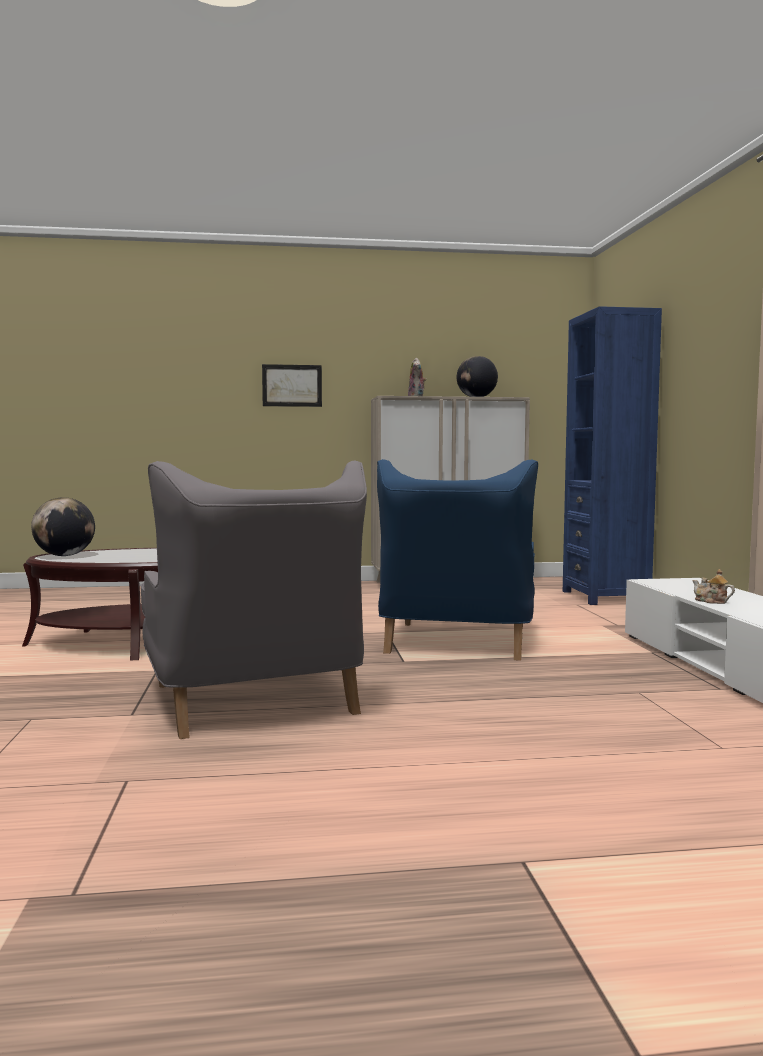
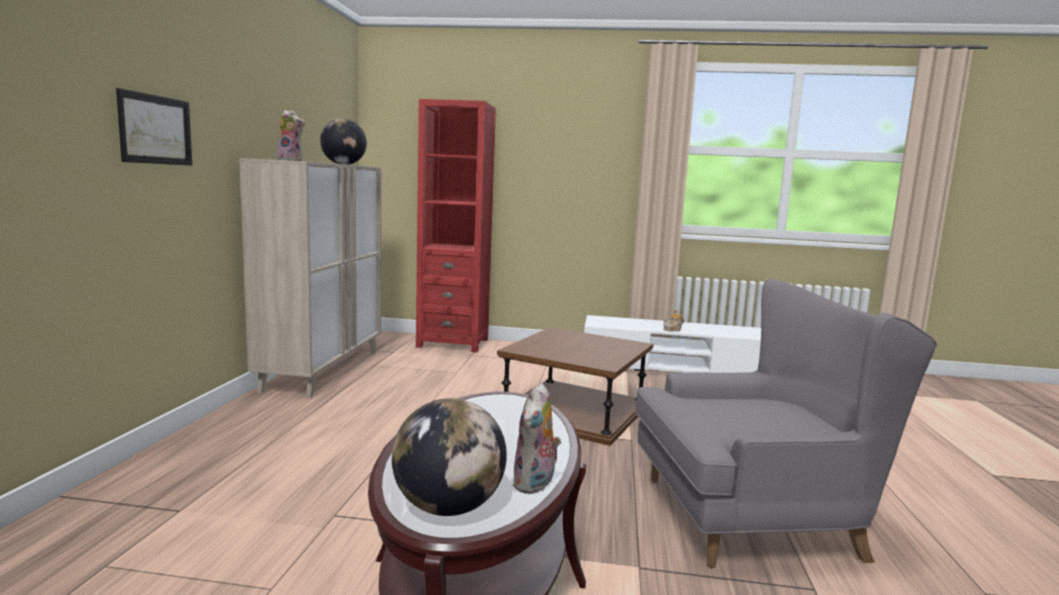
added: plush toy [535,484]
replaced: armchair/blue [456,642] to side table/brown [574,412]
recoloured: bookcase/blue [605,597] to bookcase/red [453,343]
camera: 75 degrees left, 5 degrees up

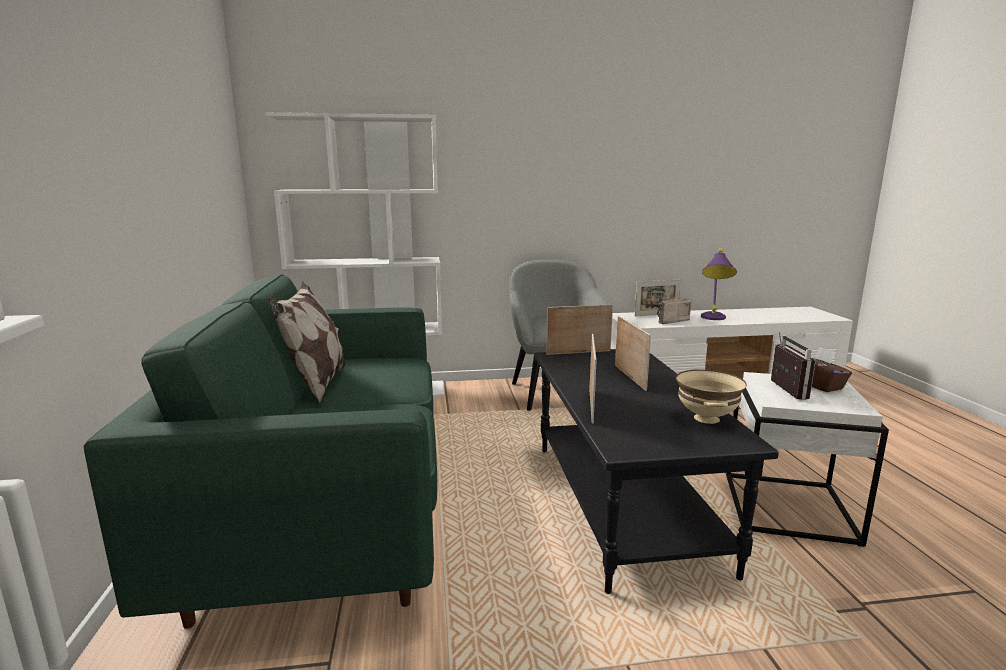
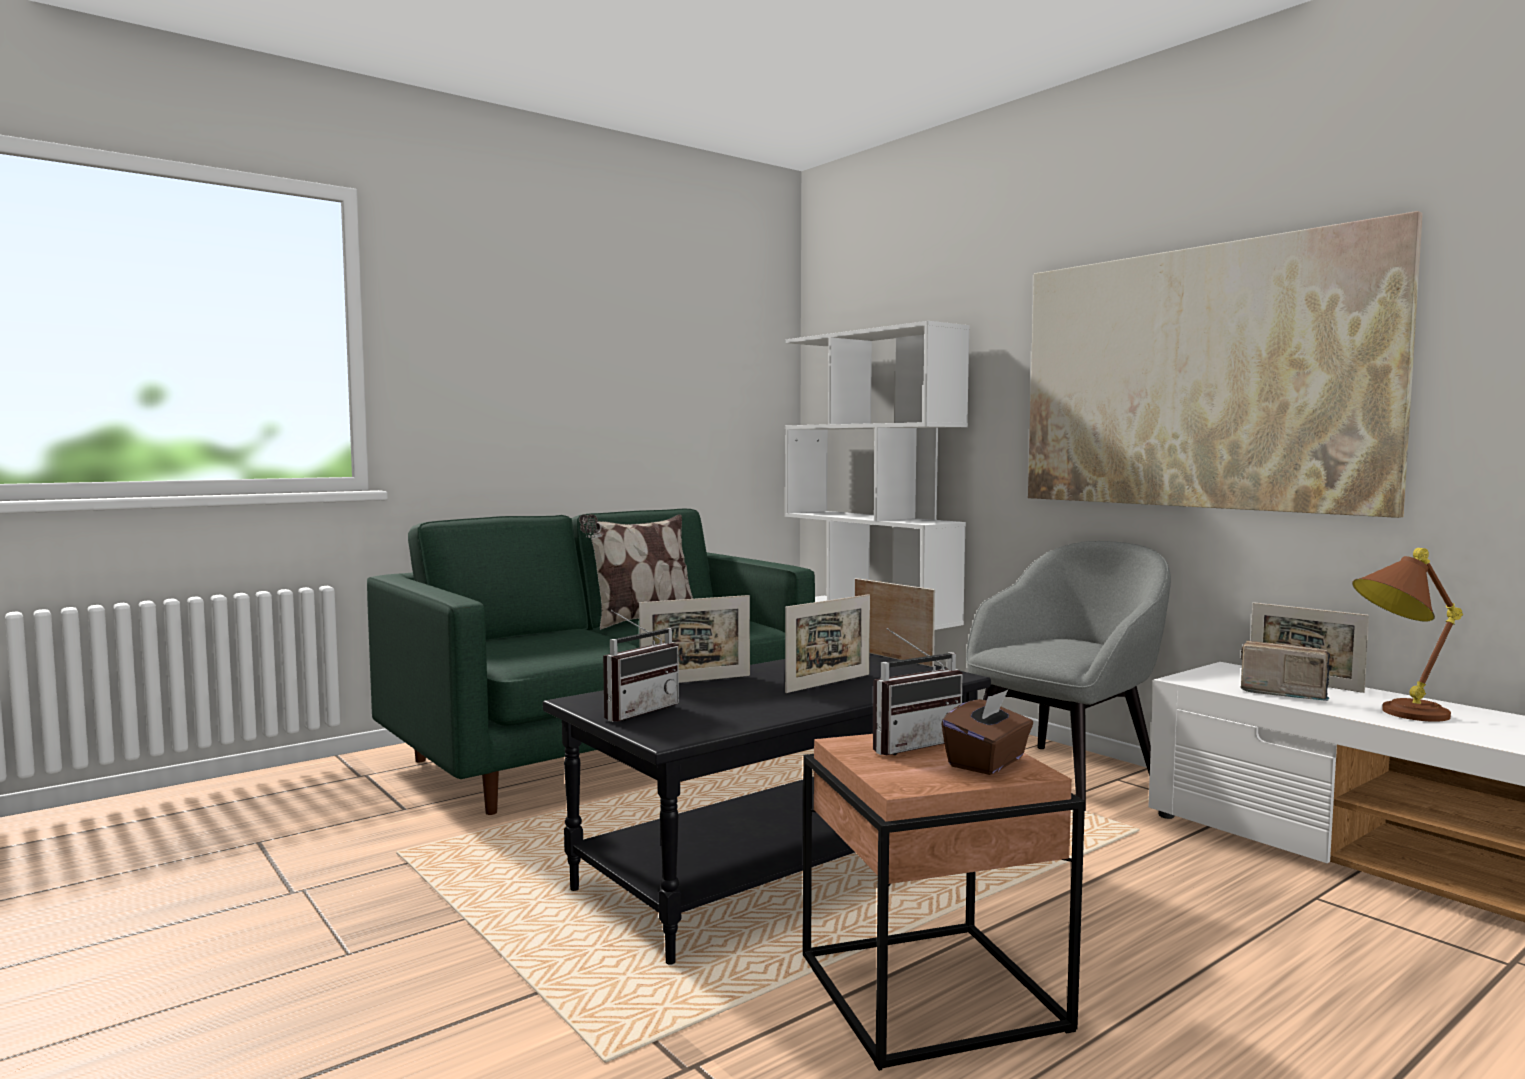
removed: bowl/beige [705,418]
added: radio [636,711]; picture [1195,378]
recoloured: table lamp/purple [713,319] to table lamp/brown [1397,715]; side table/white [786,507] to side table/brown [931,990]
camera: 60 degrees right, 10 degrees down

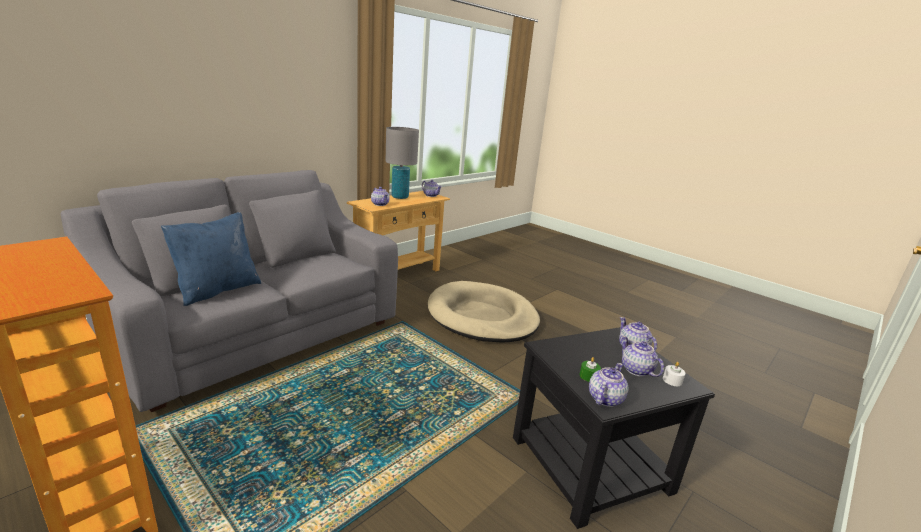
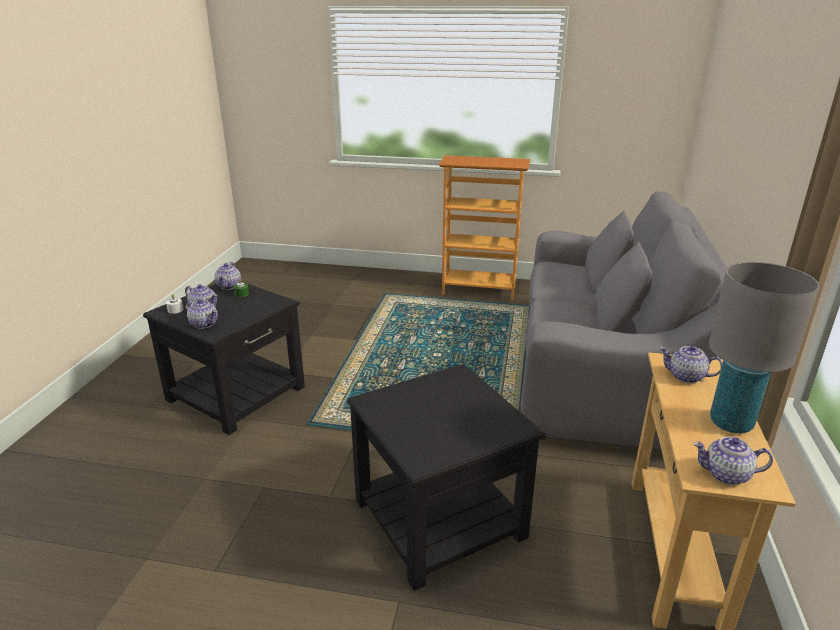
removed: pillow/blue [217,290]
replaced: dog bed/beige [482,316] to side table/black [439,518]
camera: 150 degrees right, 5 degrees up

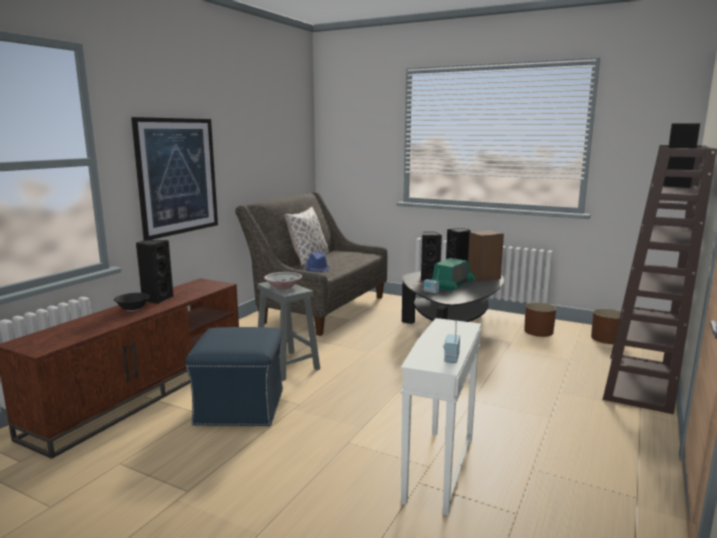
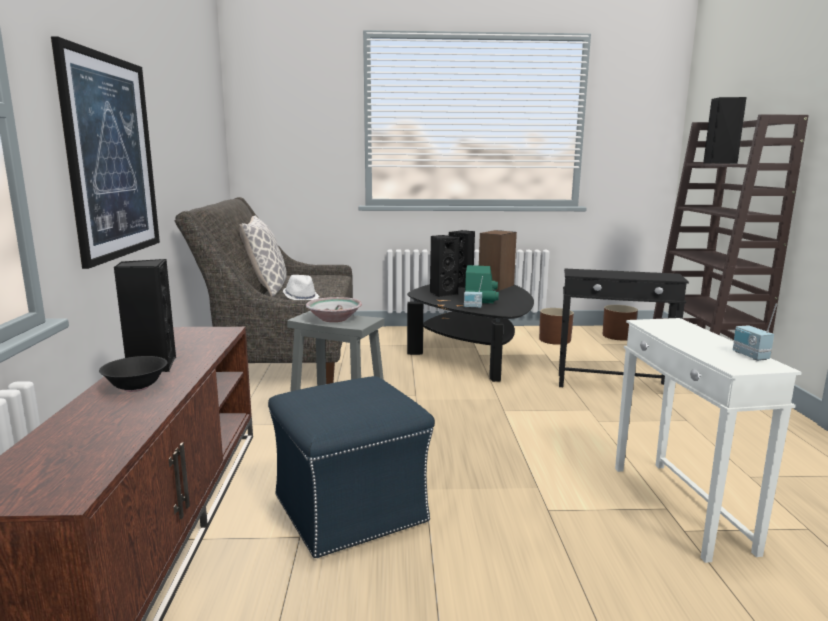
added: side table/black [613,385]
recoloured: hat/blue [317,269] to hat/white [301,298]
camera: 30 degrees left, 0 degrees up

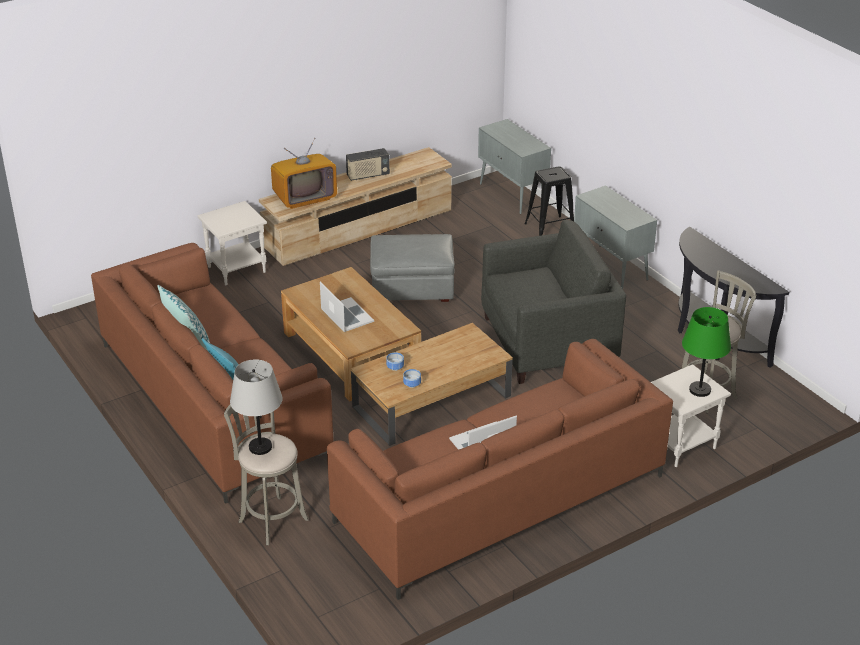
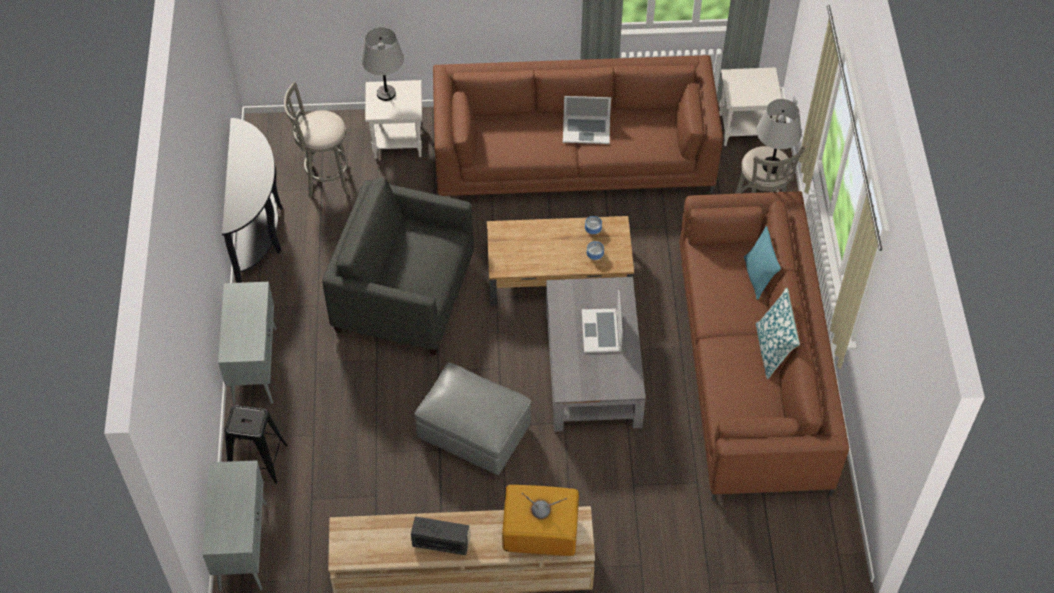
moved: side table/white [236,270] to [745,128]
recoloured: coffee table/brown [351,352] to coffee table/grey [592,368]; table lamp/green [700,390] to table lamp/grey [386,93]
camera: 150 degrees left, 20 degrees up

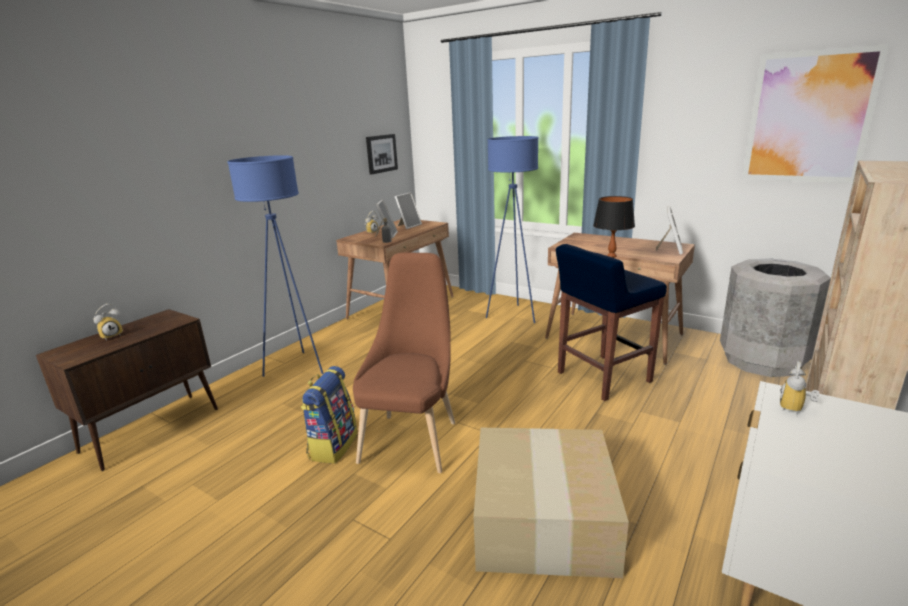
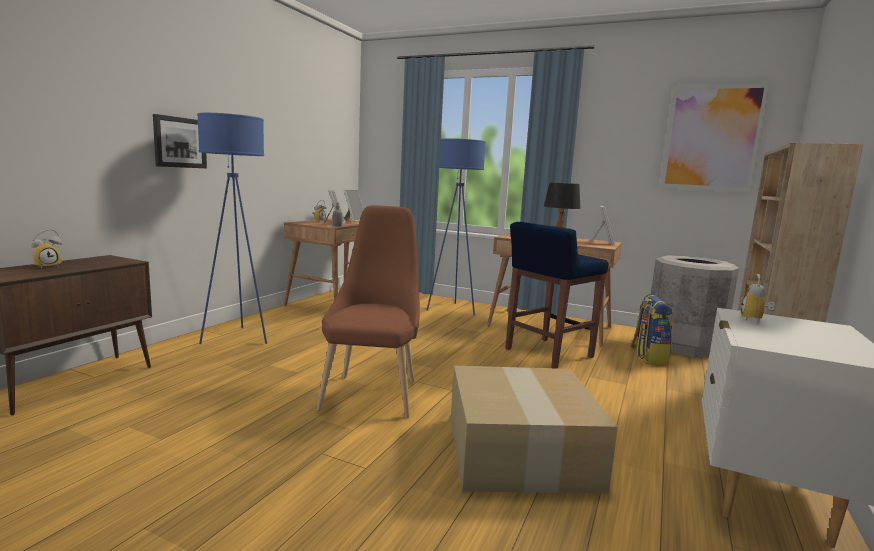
moved: backpack [332,445] to [648,357]; picture [381,153] to [179,142]
camera: 10 degrees left, 10 degrees down

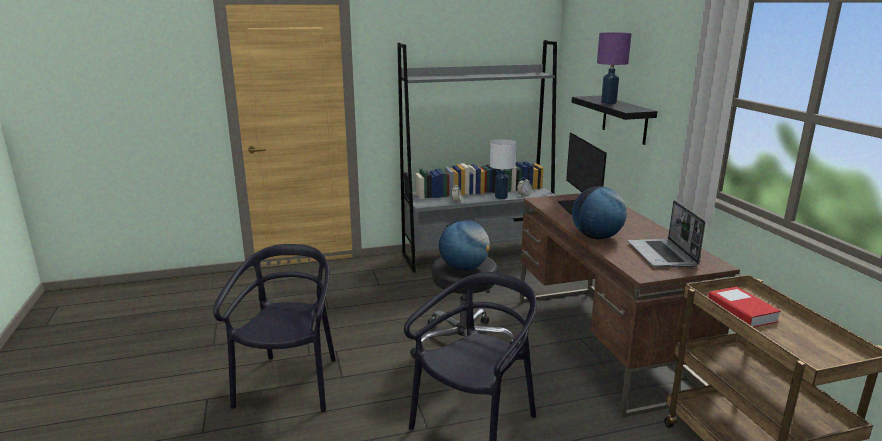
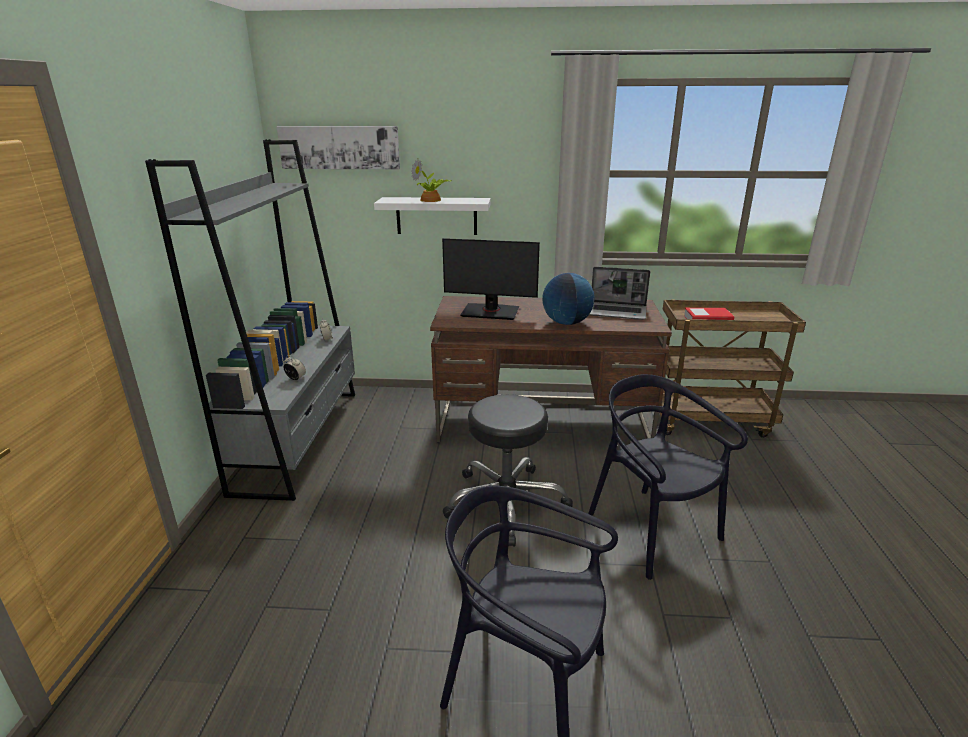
removed: globe [463,268]; table lamp/white [500,197]
added: picture [339,147]
replaced: table lamp/purple [608,103] to potted plant [431,200]
recoloured: shelf/black [624,119] to shelf/white [436,216]
camera: 70 degrees left, 5 degrees up

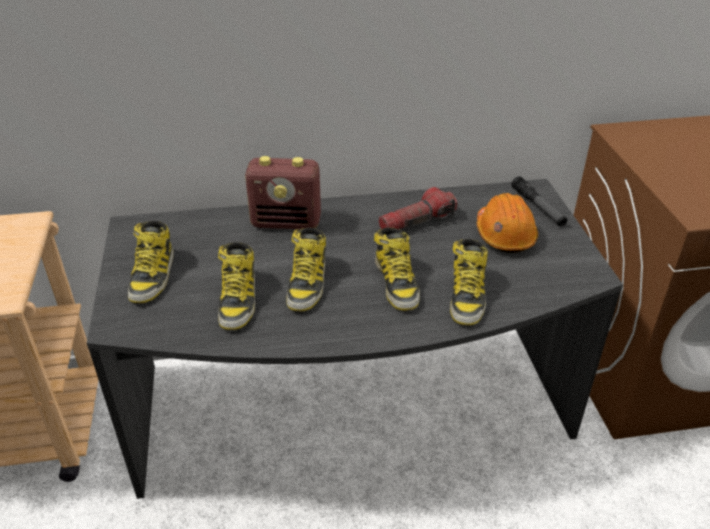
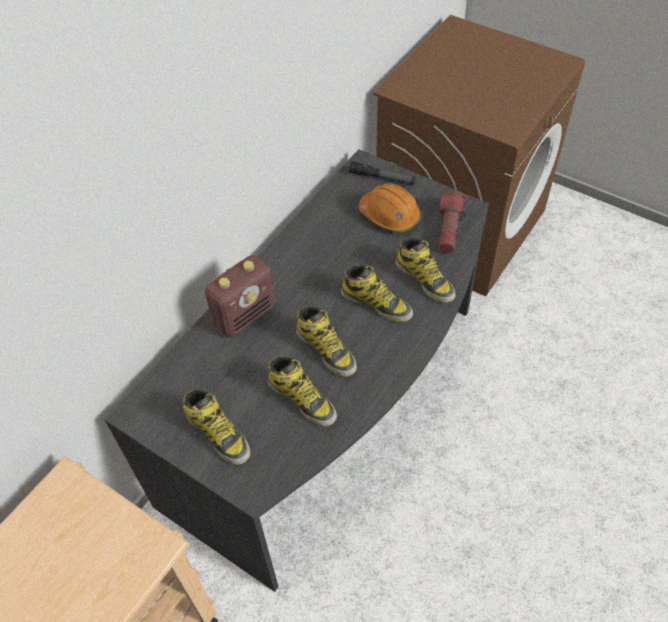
moved: flashlight [417,222] to [449,228]
camera: 45 degrees left, 15 degrees up

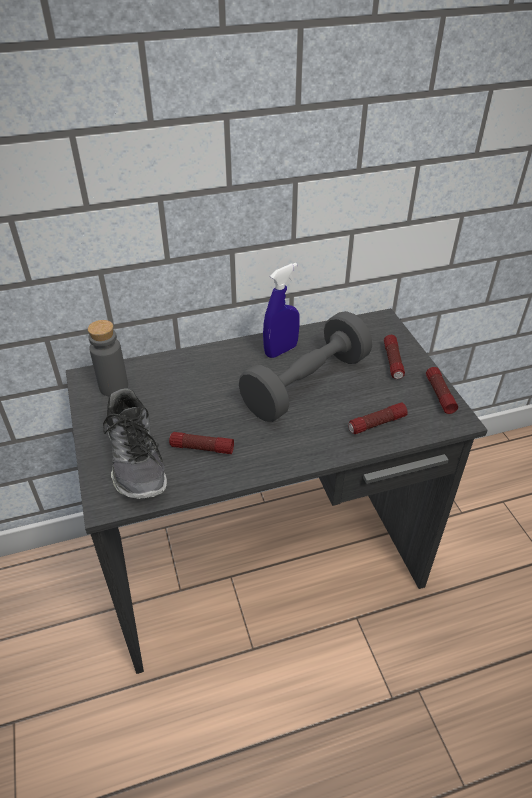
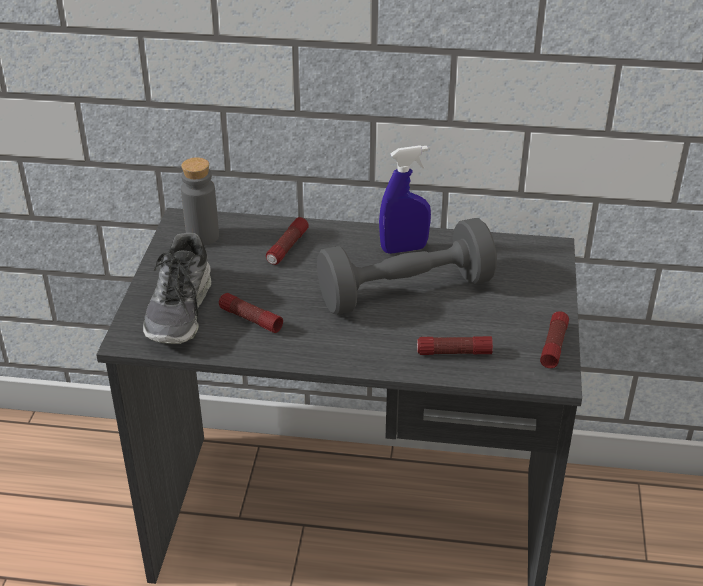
moved: flashlight [393,362] to [287,248]
camera: 25 degrees right, 5 degrees down

